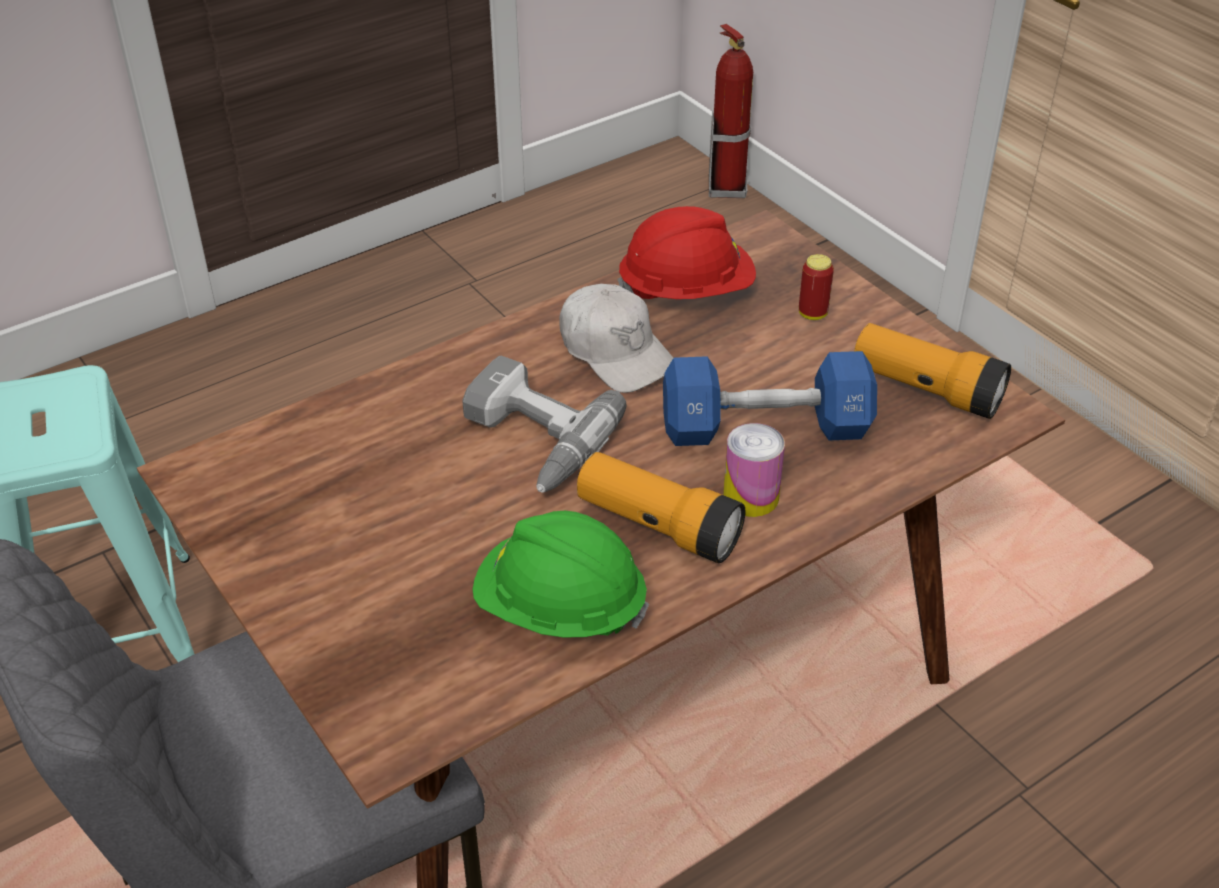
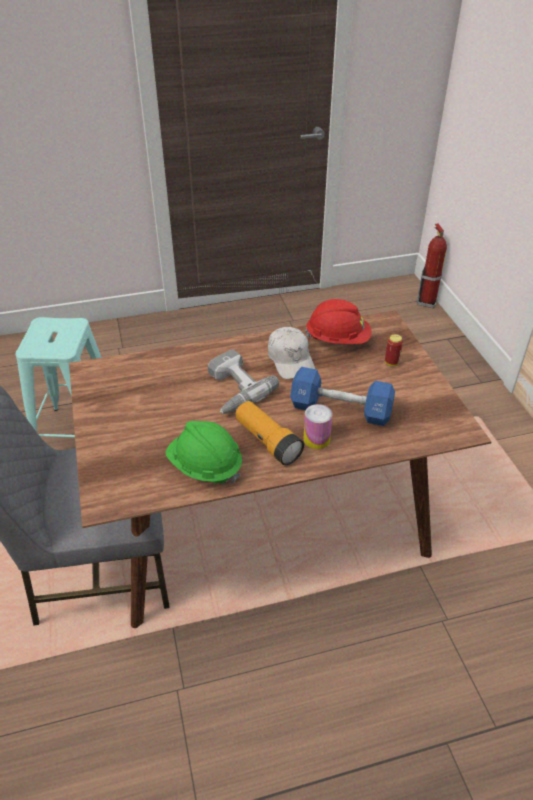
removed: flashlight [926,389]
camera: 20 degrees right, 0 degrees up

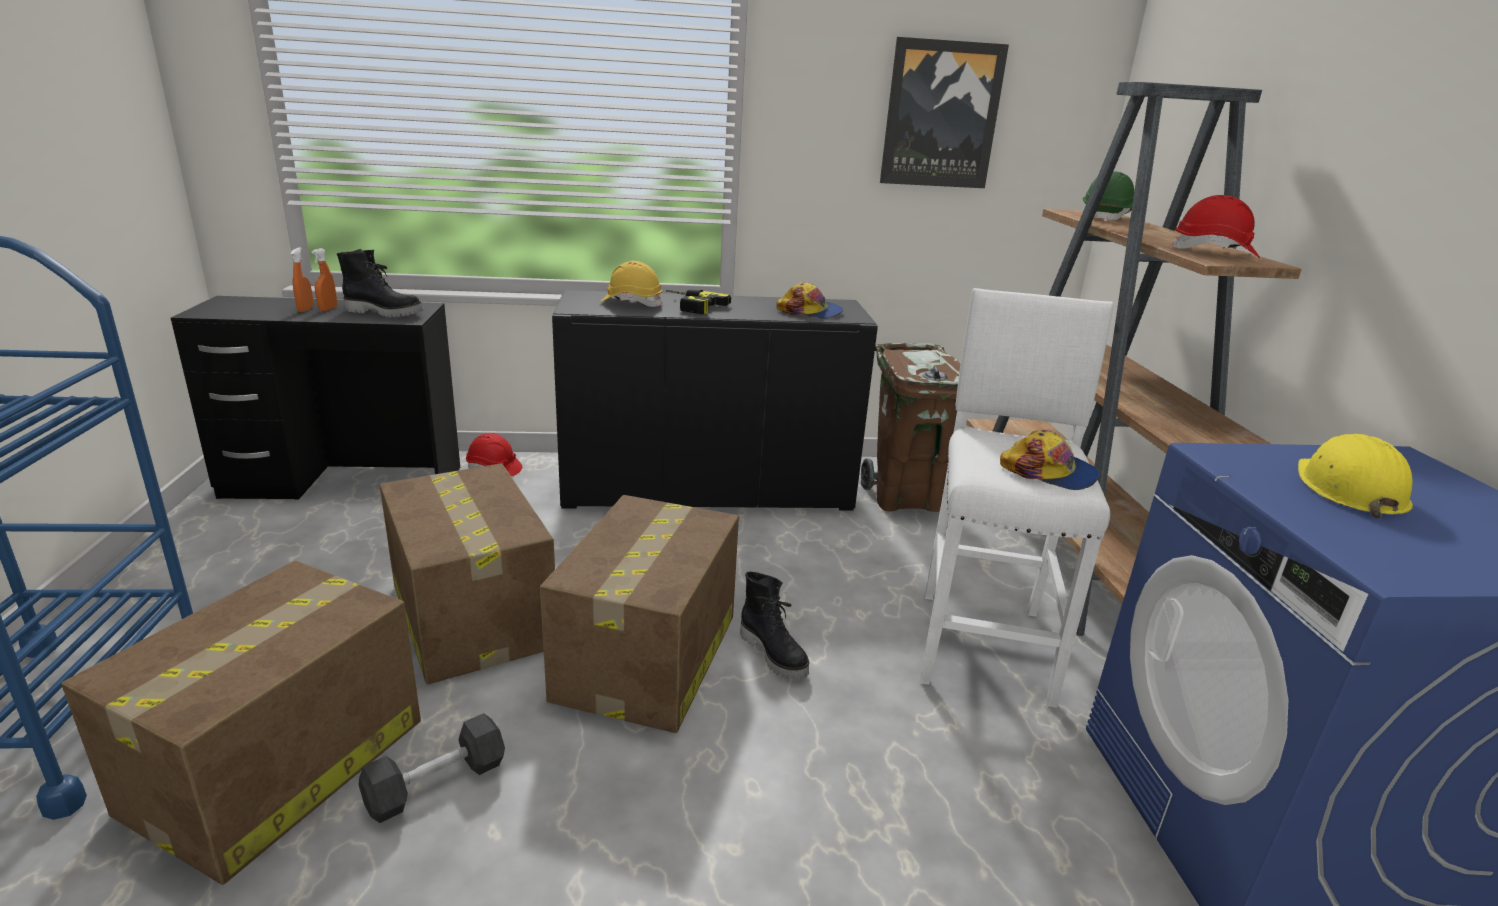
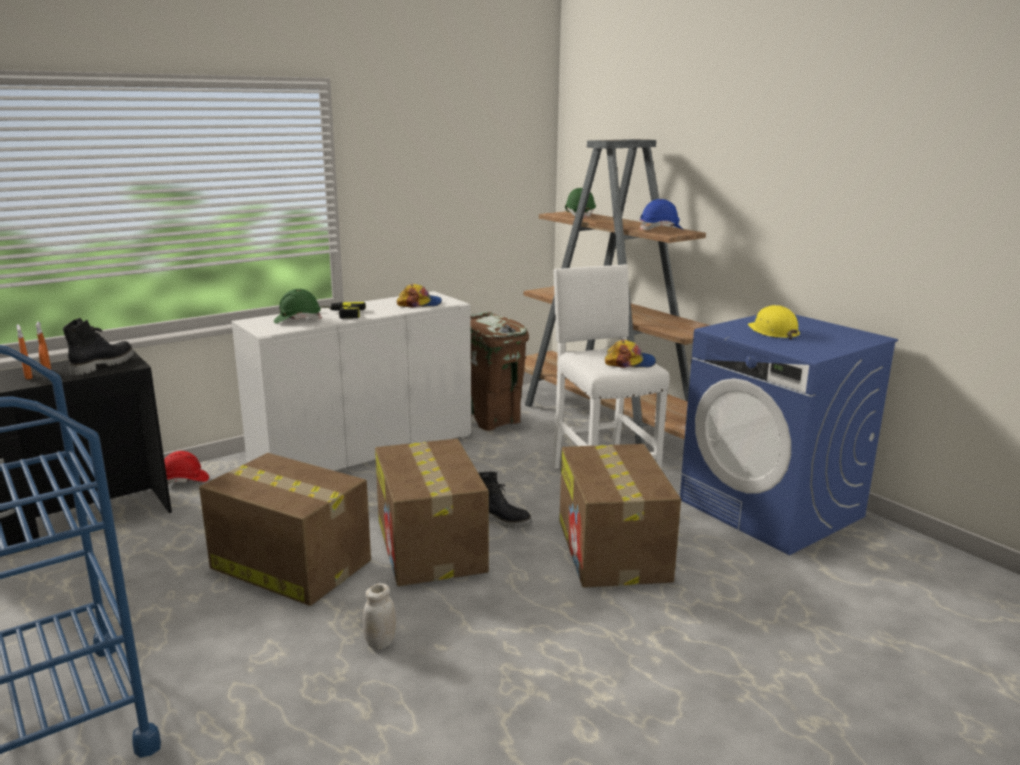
removed: picture [941,115]
moved: cardboard box [274,768] to [613,551]
replaced: dumbbell/grey [436,784] to jar/white [380,643]
recoloured: cabinet/black [708,490] to cabinet/white [363,450]; hard hat/yellow [631,303] to hard hat/green [297,320]; hard hat/red [1214,252] to hard hat/blue [661,229]
turned: boot/black [385,313] = [102,365] 45 degrees counterclockwise
camera: 30 degrees left, 5 degrees down

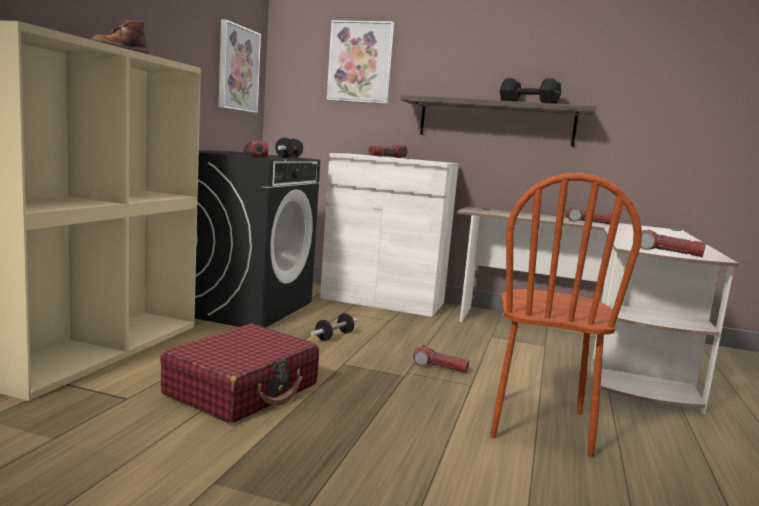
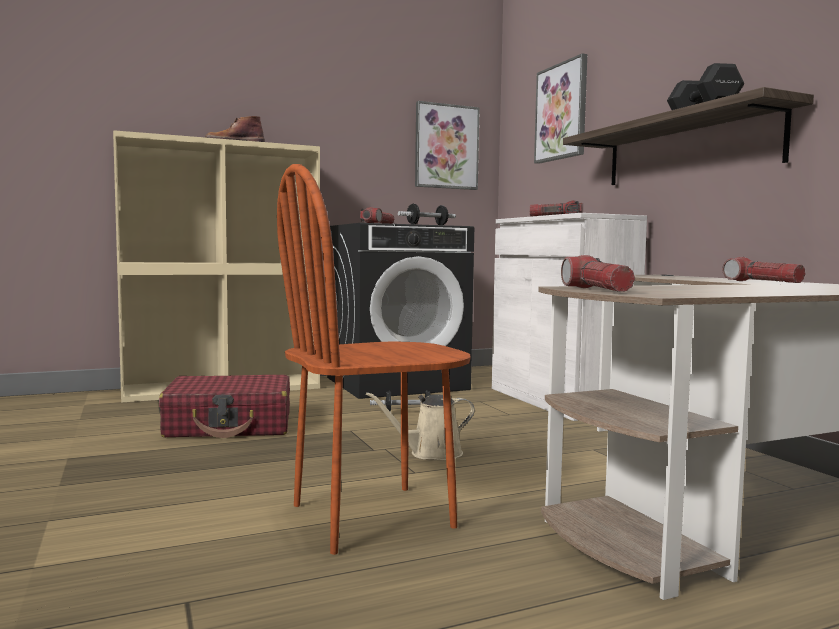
replaced: flashlight [439,367] to watering can/beige [431,454]
camera: 50 degrees right, 5 degrees down

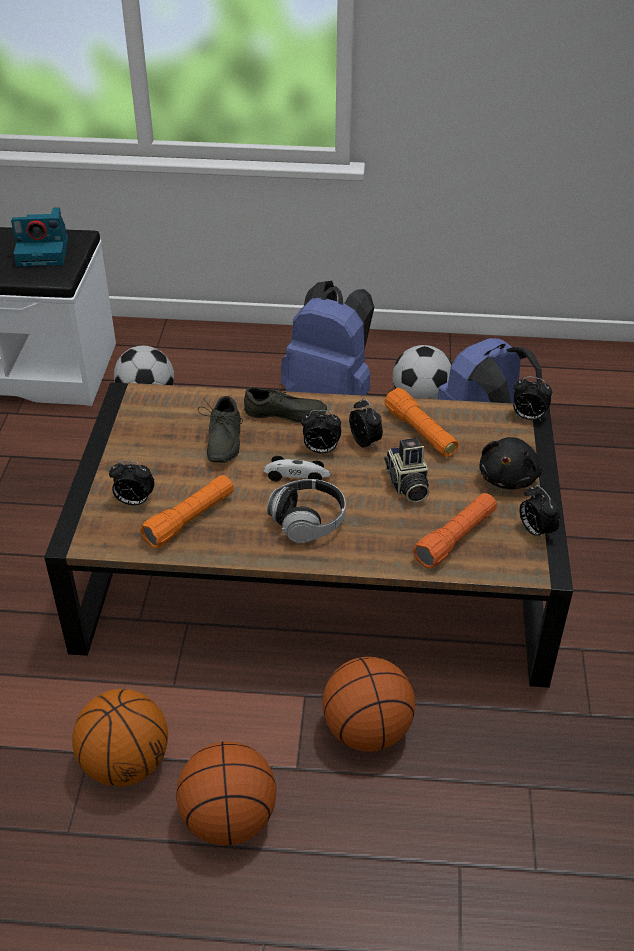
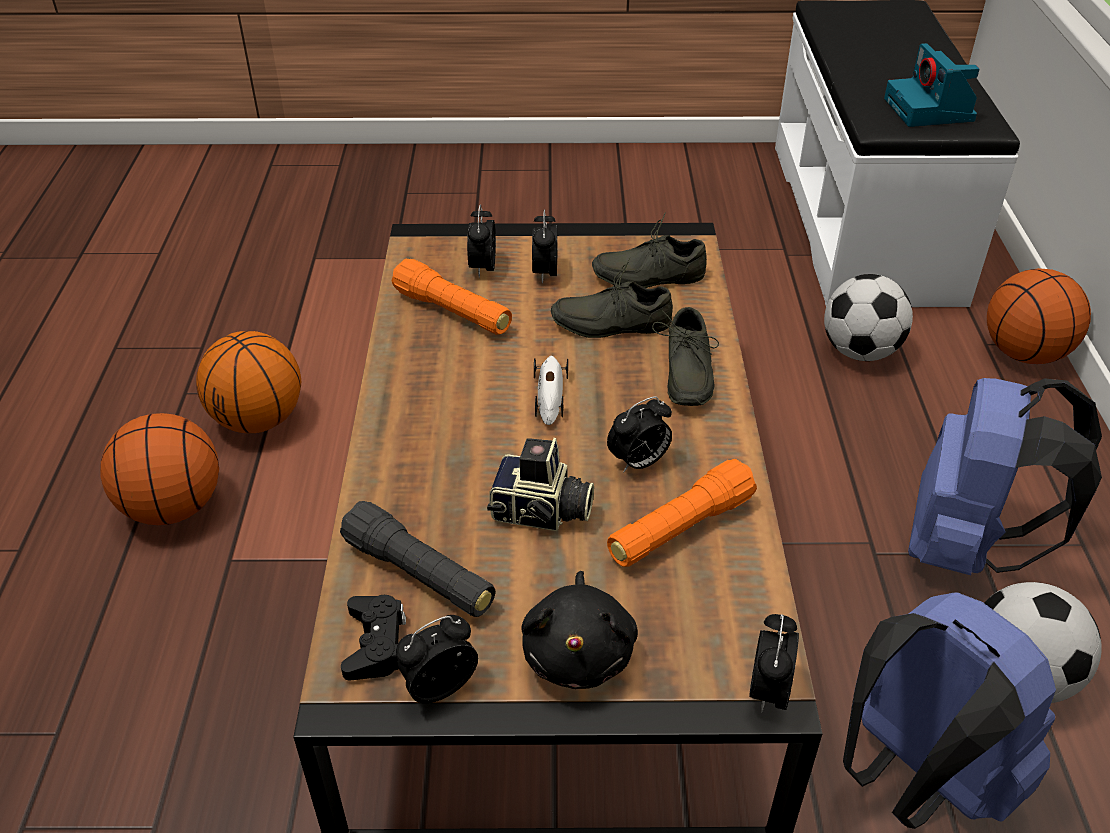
removed: headphones [308,521]
added: game controller/black [375,643]; shoe/grey [647,274]
moved: alarm clock [320,450] to [545,273]; basketball [367,730] to [1024,354]
recoloured: flashlight/orange [455,538] to flashlight/black [419,574]
turned: photo camera [406,485] = [541,513] 150 degrees counterclockwise; plush toy/black [509,477] = [579,652] 105 degrees counterclockwise
camera: 85 degrees right, 0 degrees up

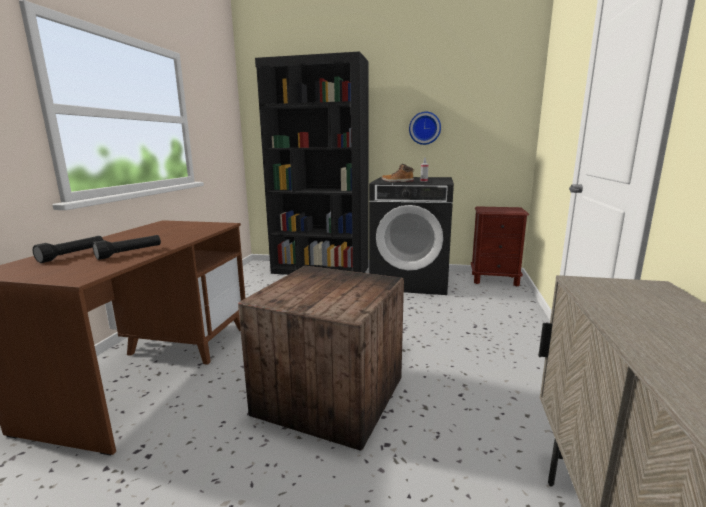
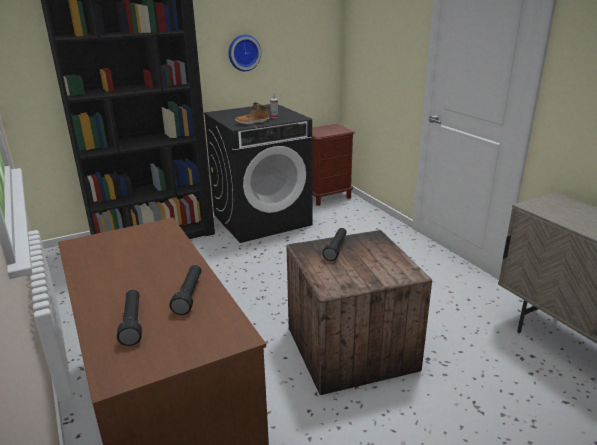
added: flashlight/black [336,249]
camera: 40 degrees left, 10 degrees up

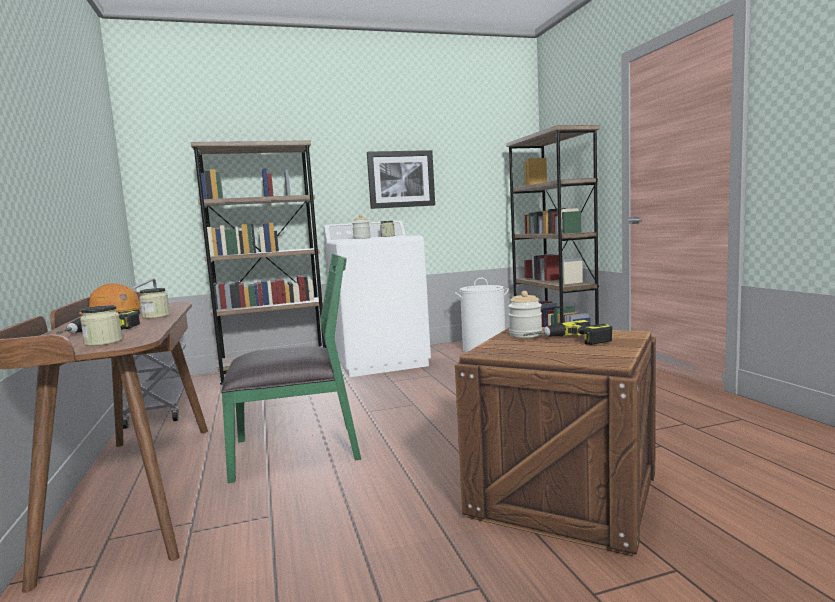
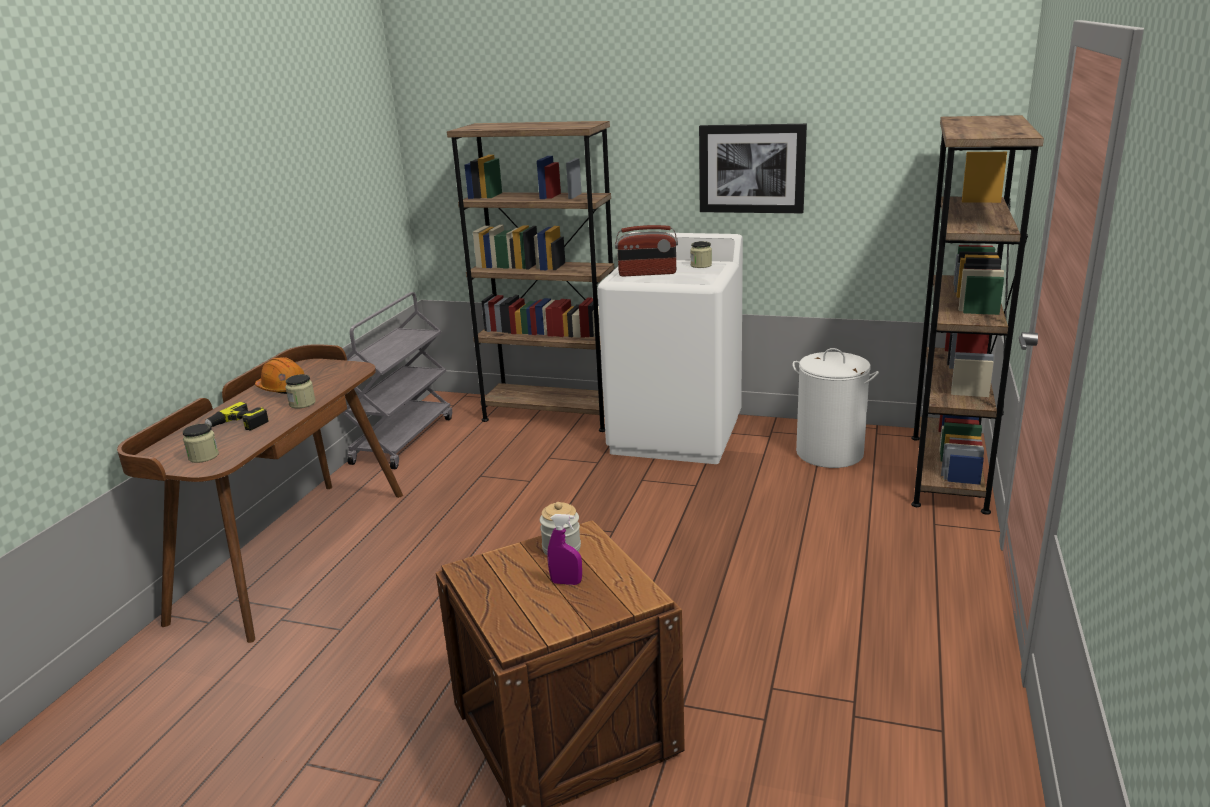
removed: chair/green [297,450]
replaced: jar [362,238] to radio [647,273]; power drill [569,341] to spray bottle/purple [566,582]
camera: 35 degrees right, 15 degrees up

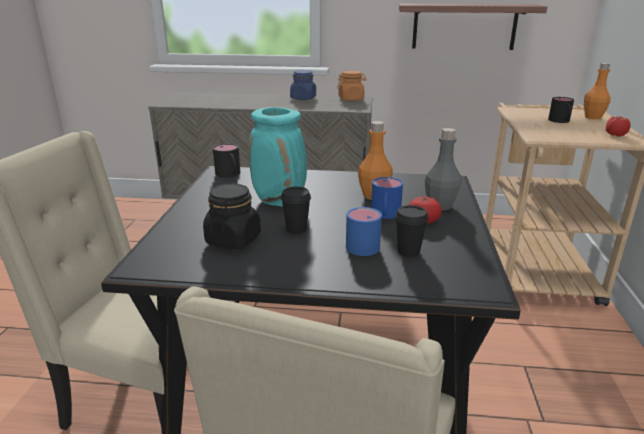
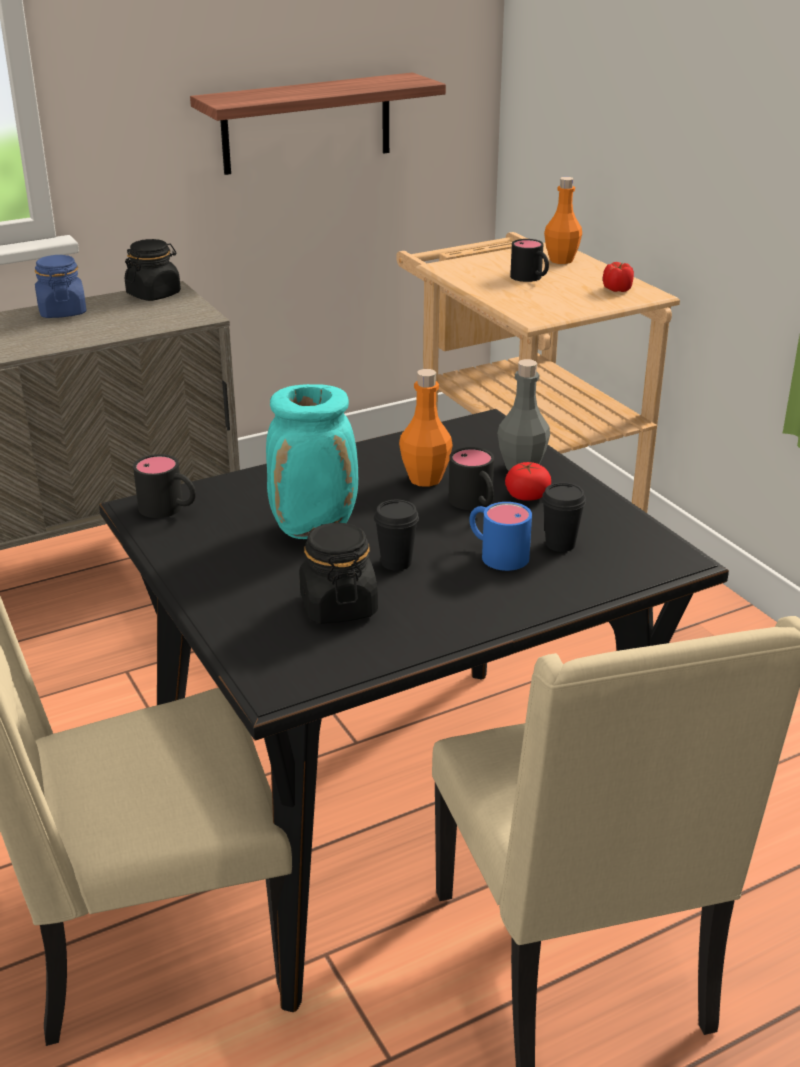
recoloured: jar/orange [351,99] to jar/black [154,294]; mug/blue [385,215] to mug/black [475,504]
camera: 35 degrees left, 5 degrees up

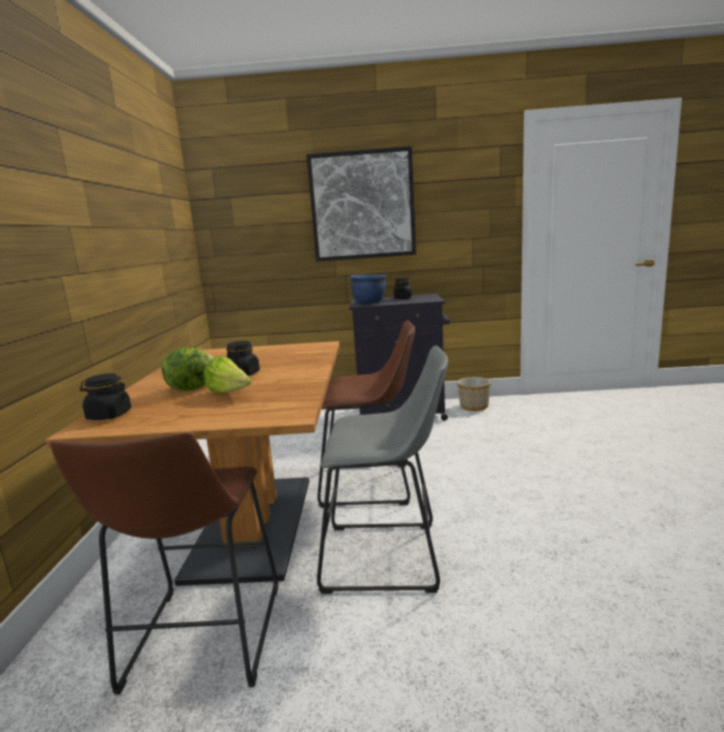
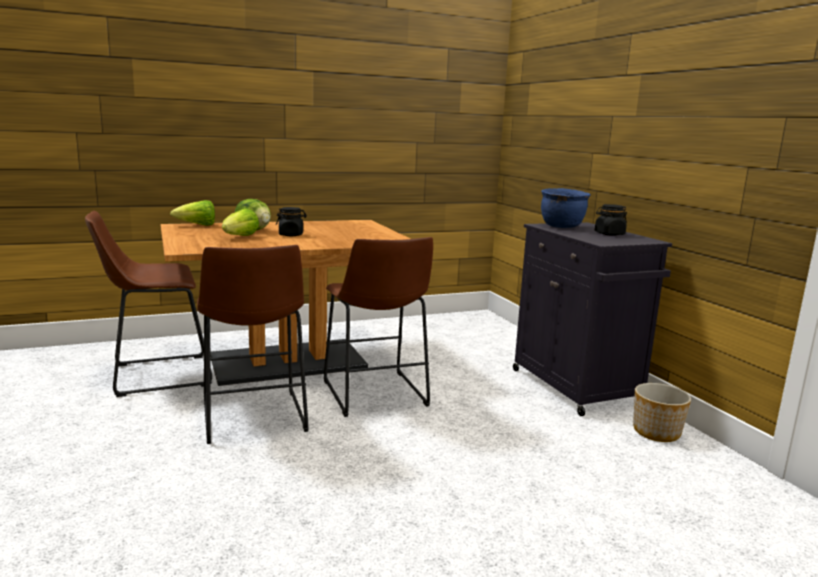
removed: picture [362,205]
replaced: jar/black [109,415] to lettuce [197,225]
recoloured: stool/grey [389,557] to stool/brown [253,419]
camera: 65 degrees right, 0 degrees up

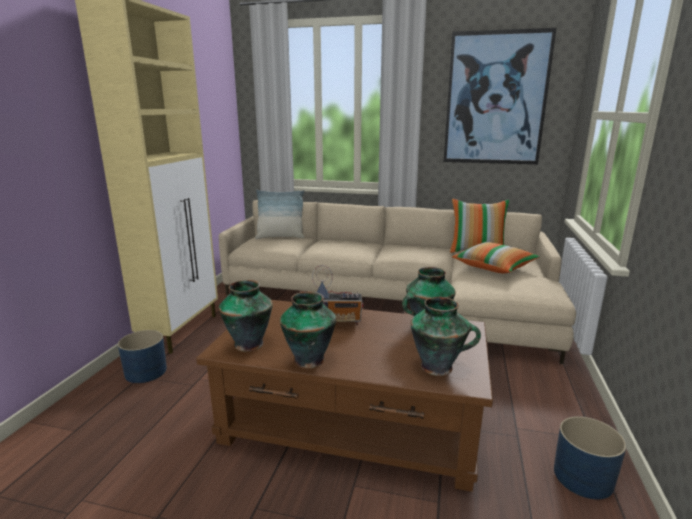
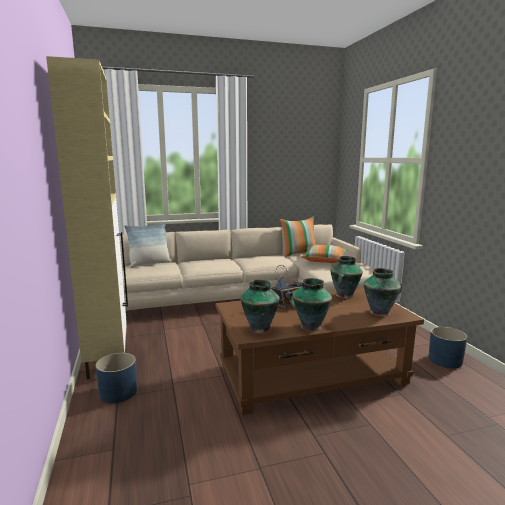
removed: picture [495,99]
camera: 30 degrees left, 5 degrees down

